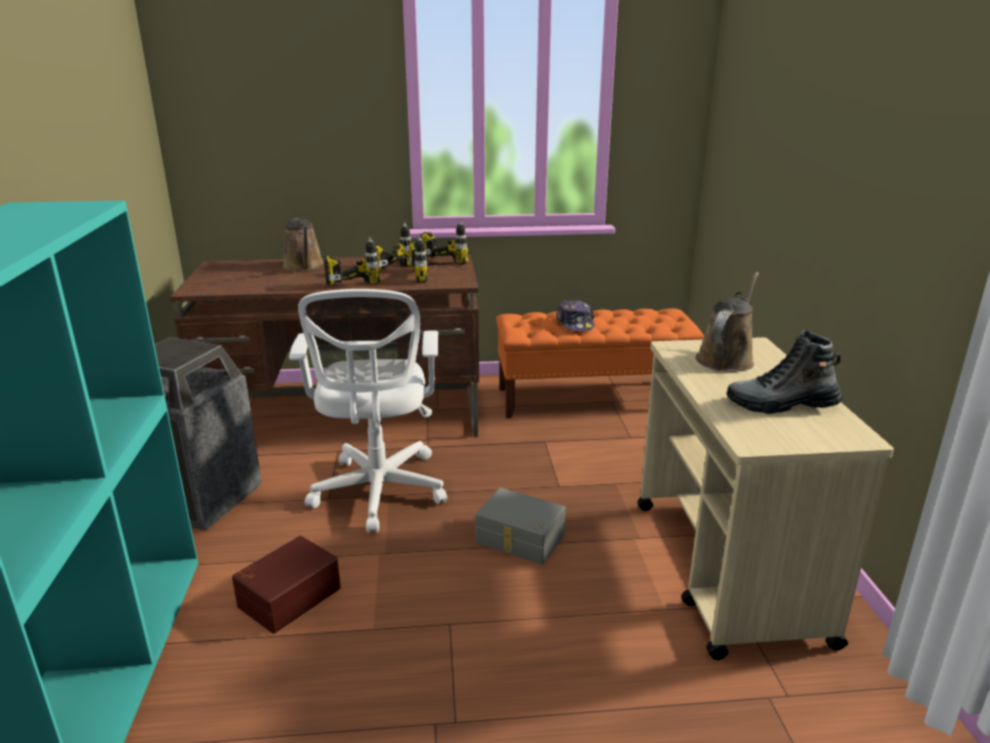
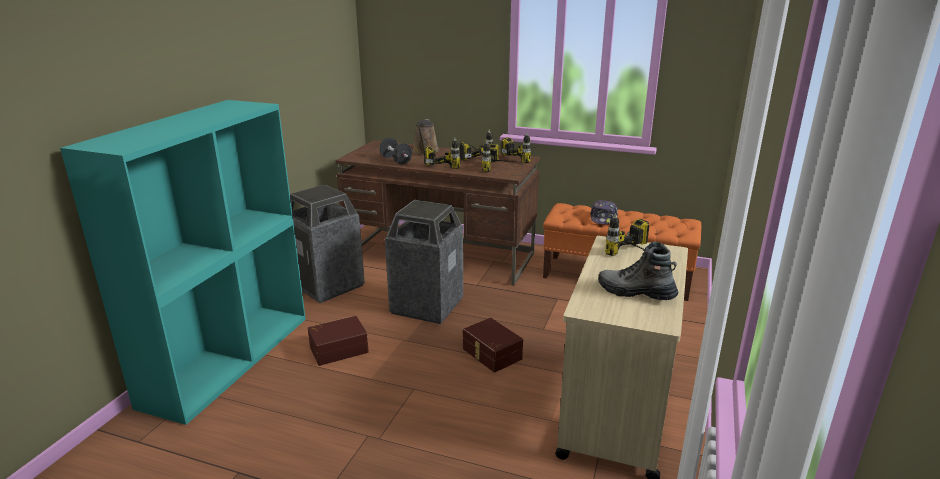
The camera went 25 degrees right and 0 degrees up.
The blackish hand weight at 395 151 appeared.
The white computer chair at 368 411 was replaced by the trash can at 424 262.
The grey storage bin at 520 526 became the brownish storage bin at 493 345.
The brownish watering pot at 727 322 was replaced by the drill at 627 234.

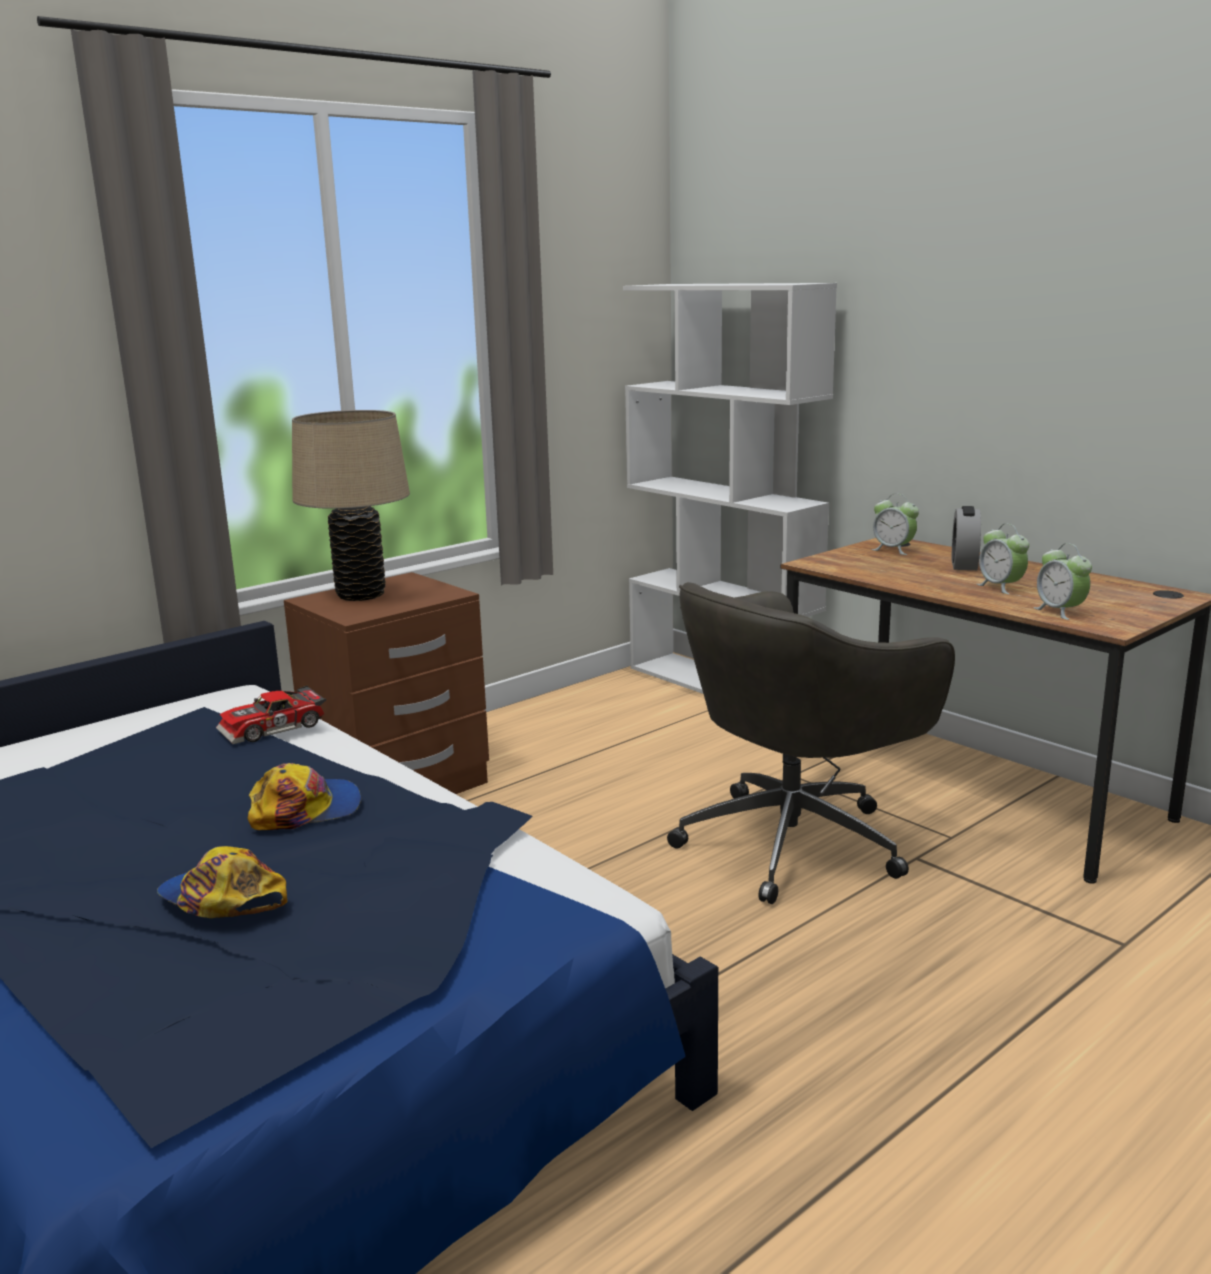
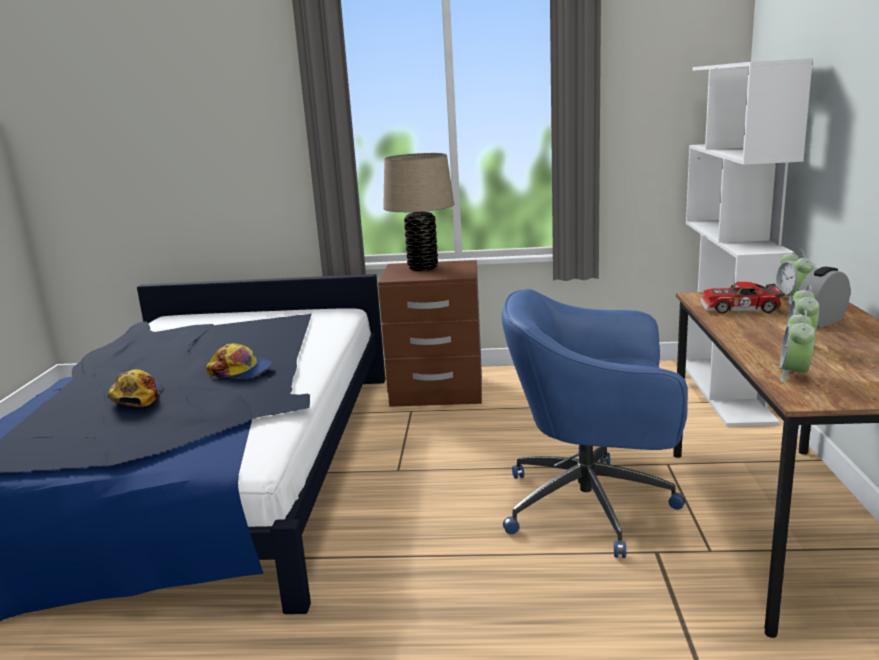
The camera went 45 degrees right and 0 degrees up.
The grey computer chair at 811 743 became the blue-coloured computer chair at 595 423.
The toy car moved from 271 714 to 742 298.

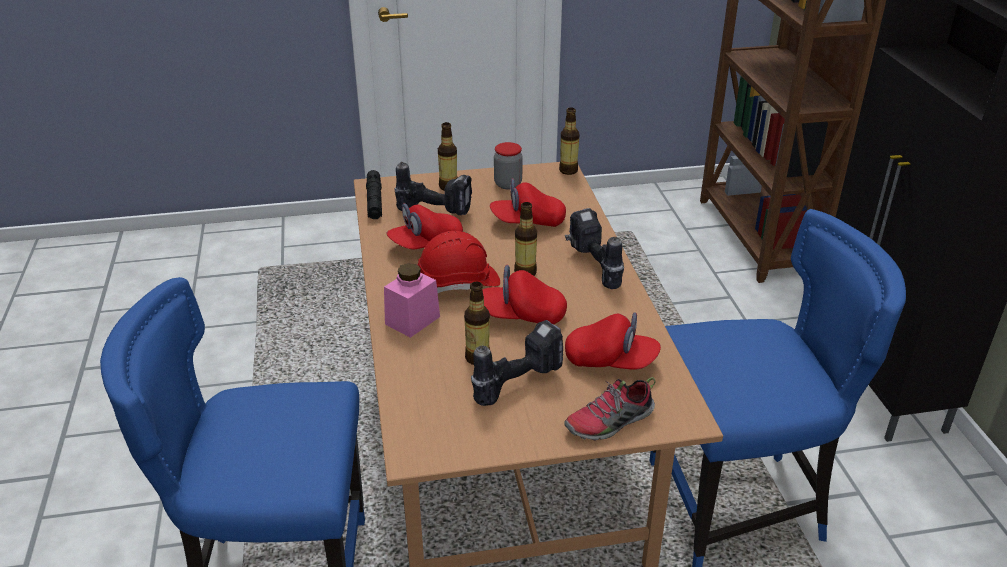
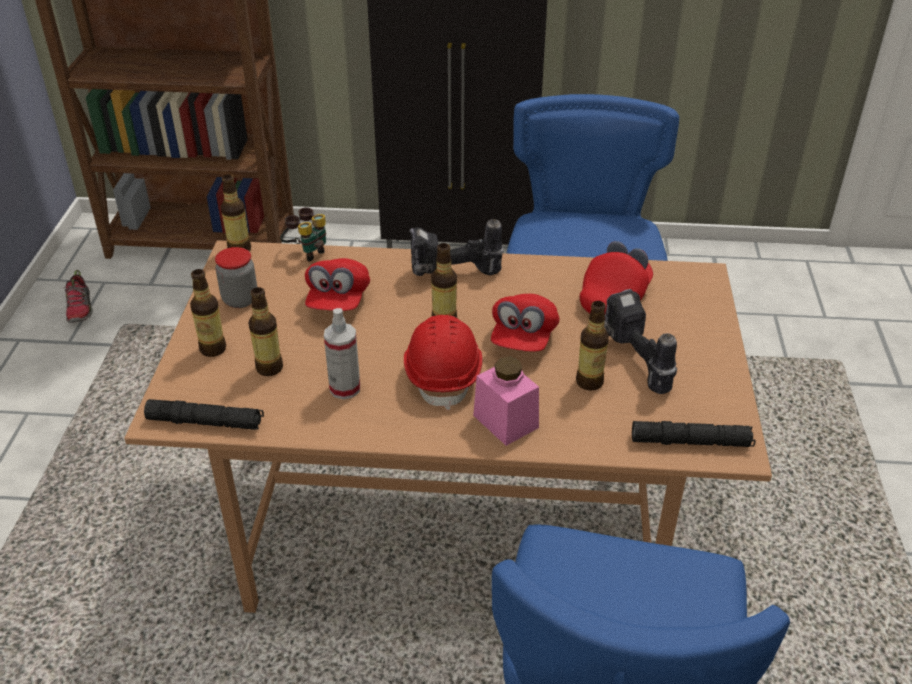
The camera went 75 degrees left and 5 degrees up.
The low shoe moved from 610 409 to 78 296.
The drill at 433 188 was replaced by the beverage bottle at 265 331.
The binoculars at 303 234 appeared.
The red baseball cap at 424 226 was replaced by the sprayer at 342 353.
The blackish torch at 694 434 appeared.

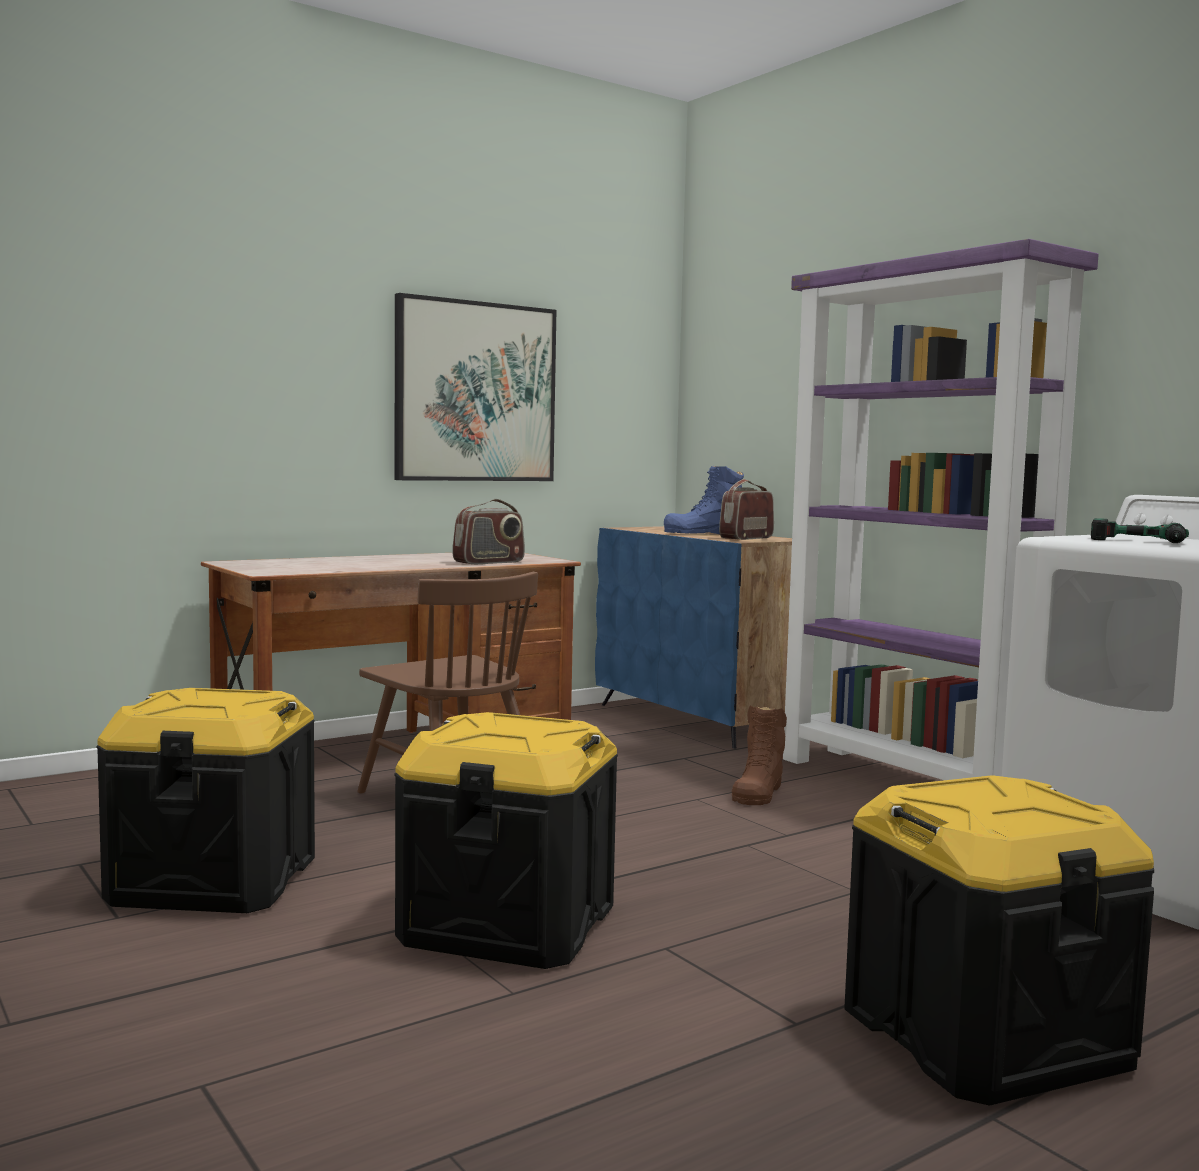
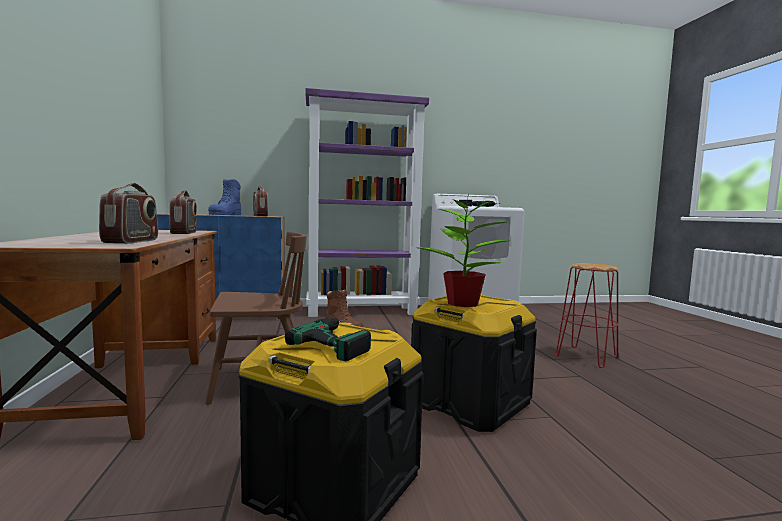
The camera went 65 degrees left and 0 degrees up.
The radio receiver at 128 213 appeared.
The drill at 328 339 appeared.
The plant in a pot at 462 252 appeared.
The blackish storage bin at 999 940 was replaced by the red sitting stool at 587 315.
The wall art at 475 387 disappeared.

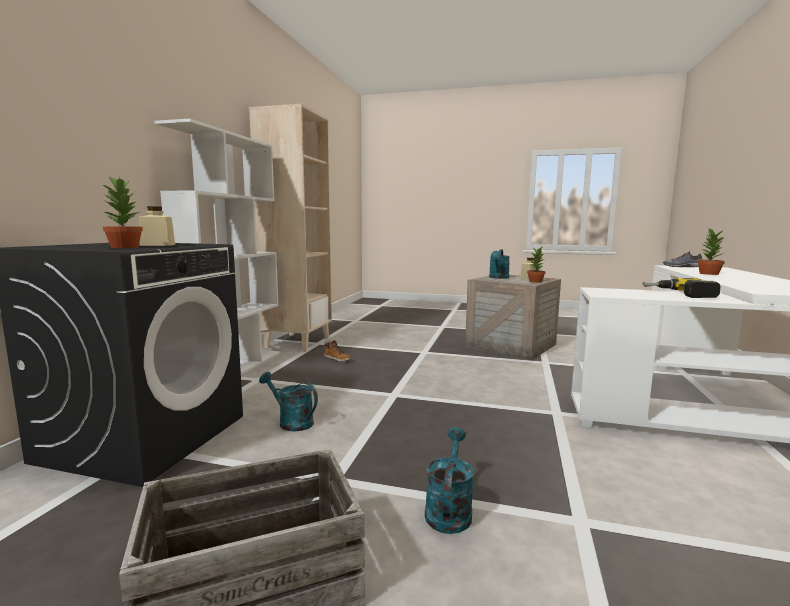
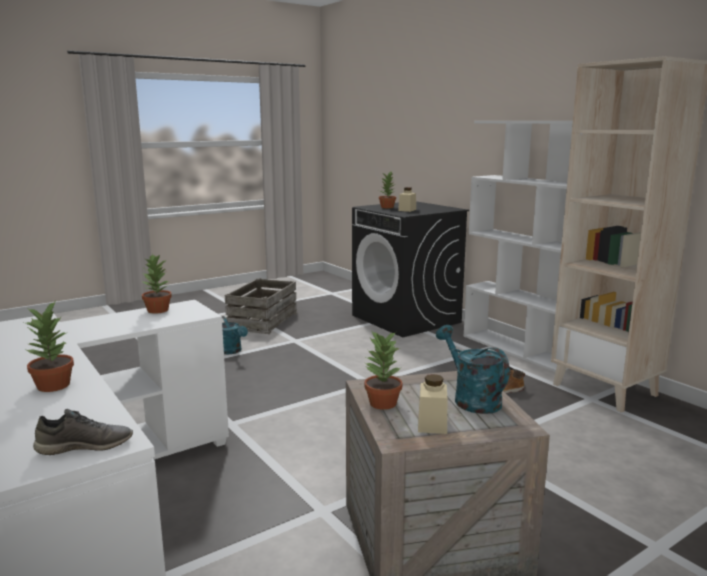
The camera went 130 degrees right and 5 degrees up.
The plant in a pot at 157 284 appeared.
The blue-green watering pot at 288 402 disappeared.
The drill at 682 288 disappeared.

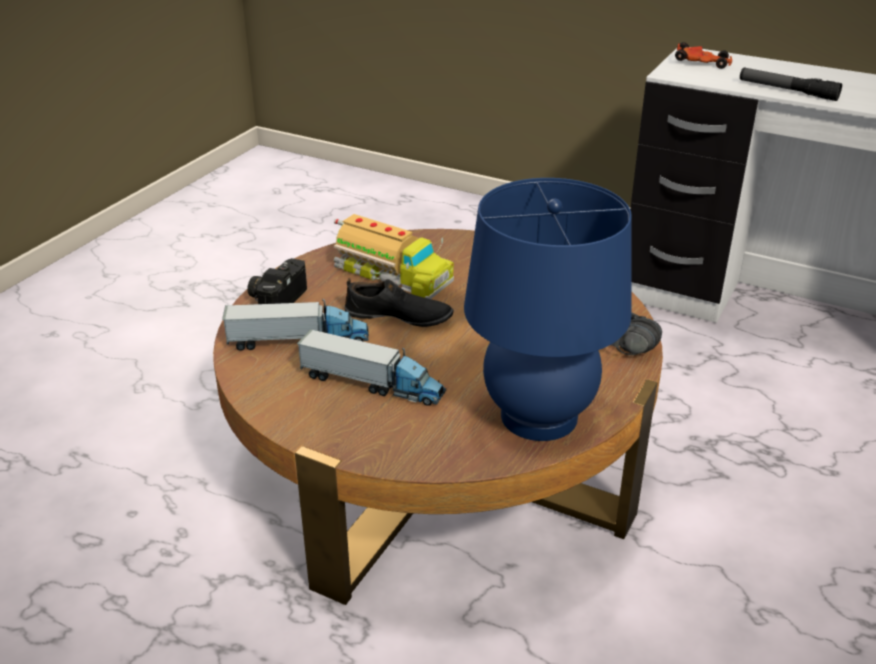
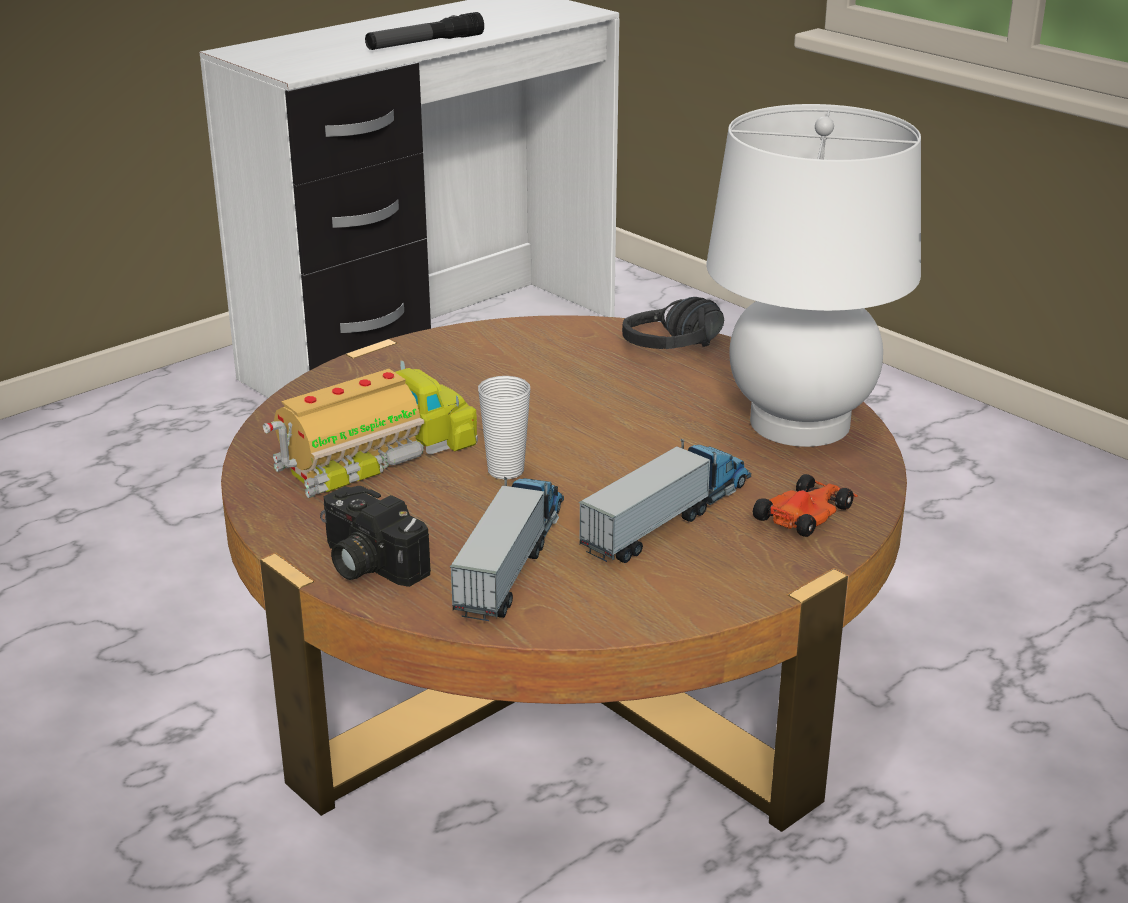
The camera went 70 degrees left and 5 degrees down.
The blackish low shoe at 398 302 was replaced by the cup at 504 427.
The blue-coloured lamp for a table at 548 309 became the white lamp for a table at 813 275.
The toy car moved from 703 55 to 805 505.

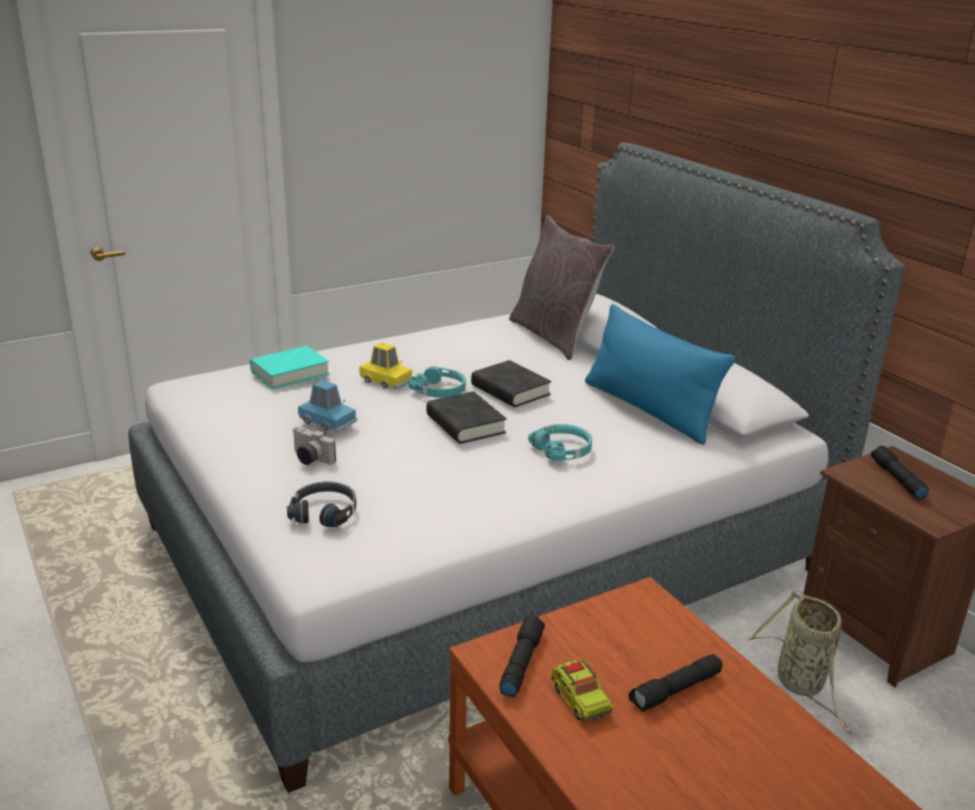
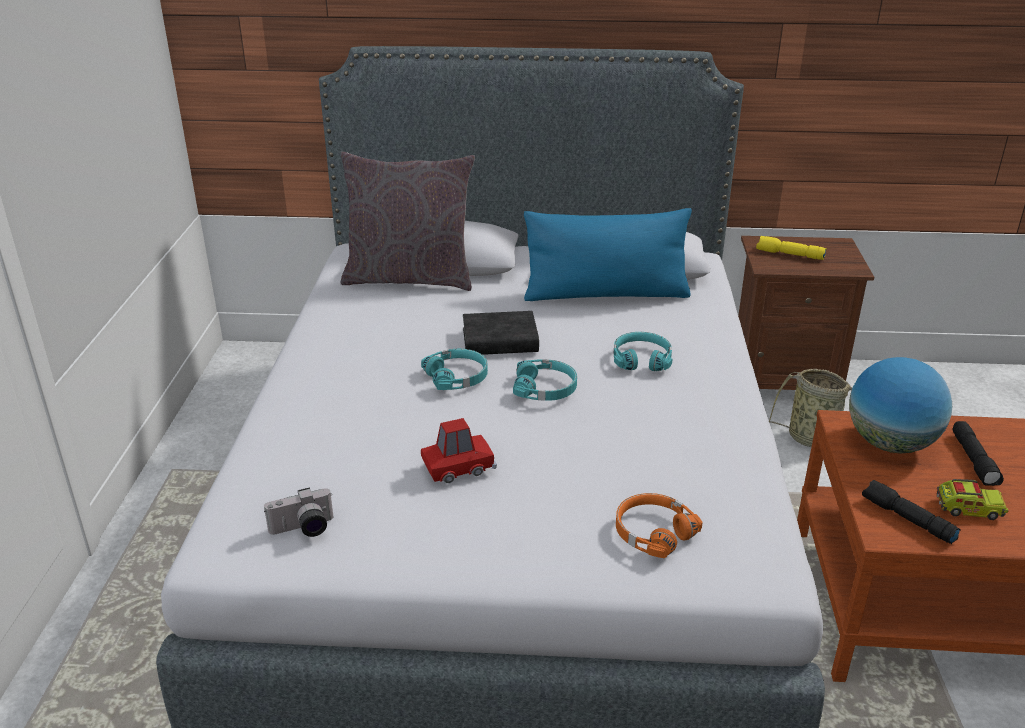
The camera went 55 degrees left and 5 degrees up.
The photo camera moved from 314 445 to 298 512.
The blue-coloured toy car at 327 406 became the red toy car at 459 450.
The blackish volume at 466 417 was replaced by the blue-green pair of headphones at 545 380.
The blackish pair of headphones at 321 504 became the orange-coloured pair of headphones at 659 525.
The blackish torch at 900 472 became the yellowish torch at 791 248.
The desk globe at 900 405 appeared.
The blue-green volume at 290 367 disappeared.
The yellowish toy car at 386 366 disappeared.

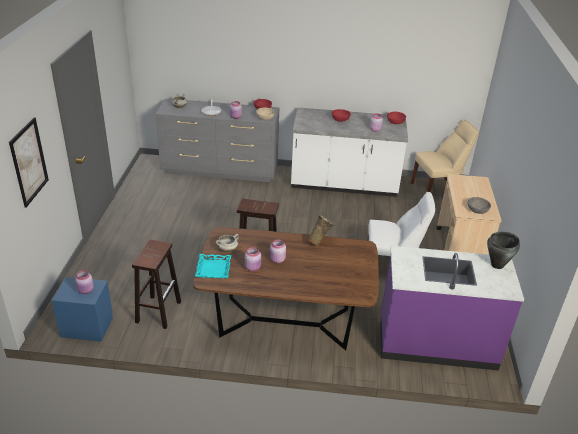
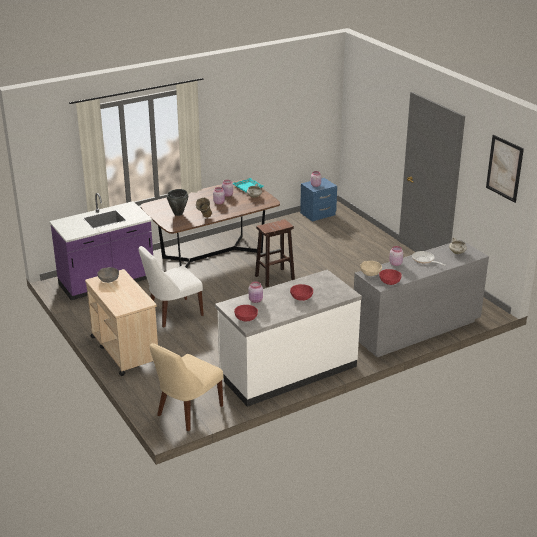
The camera went 145 degrees right and 5 degrees down.
The blackish stockpot moved from 503 250 to 177 202.
The wall art moved from 29 162 to 505 169.
The brownish sitting stool at 156 284 disappeared.

